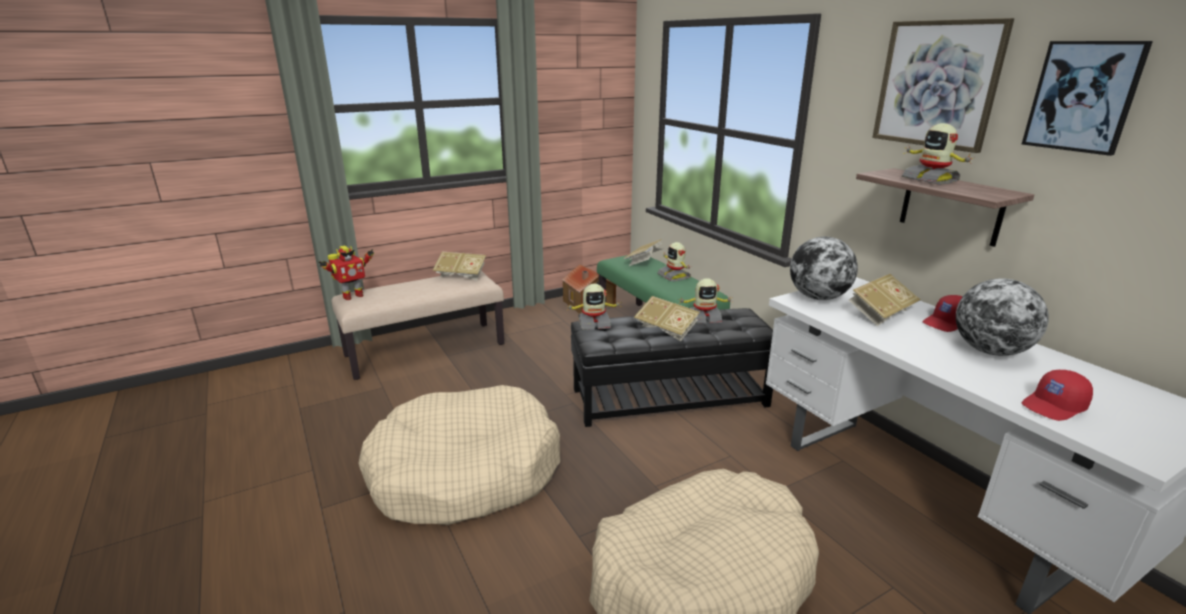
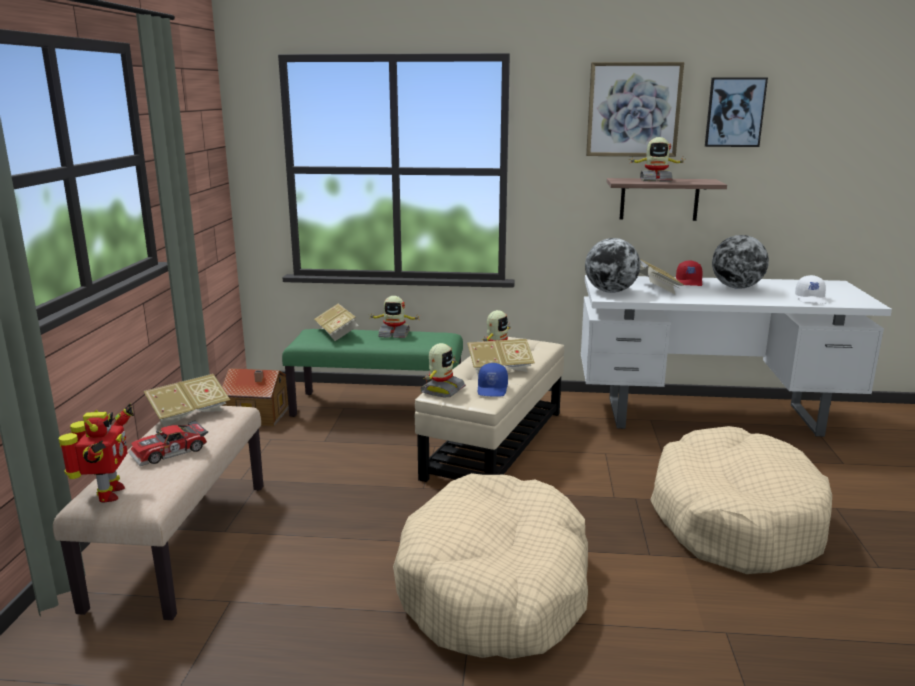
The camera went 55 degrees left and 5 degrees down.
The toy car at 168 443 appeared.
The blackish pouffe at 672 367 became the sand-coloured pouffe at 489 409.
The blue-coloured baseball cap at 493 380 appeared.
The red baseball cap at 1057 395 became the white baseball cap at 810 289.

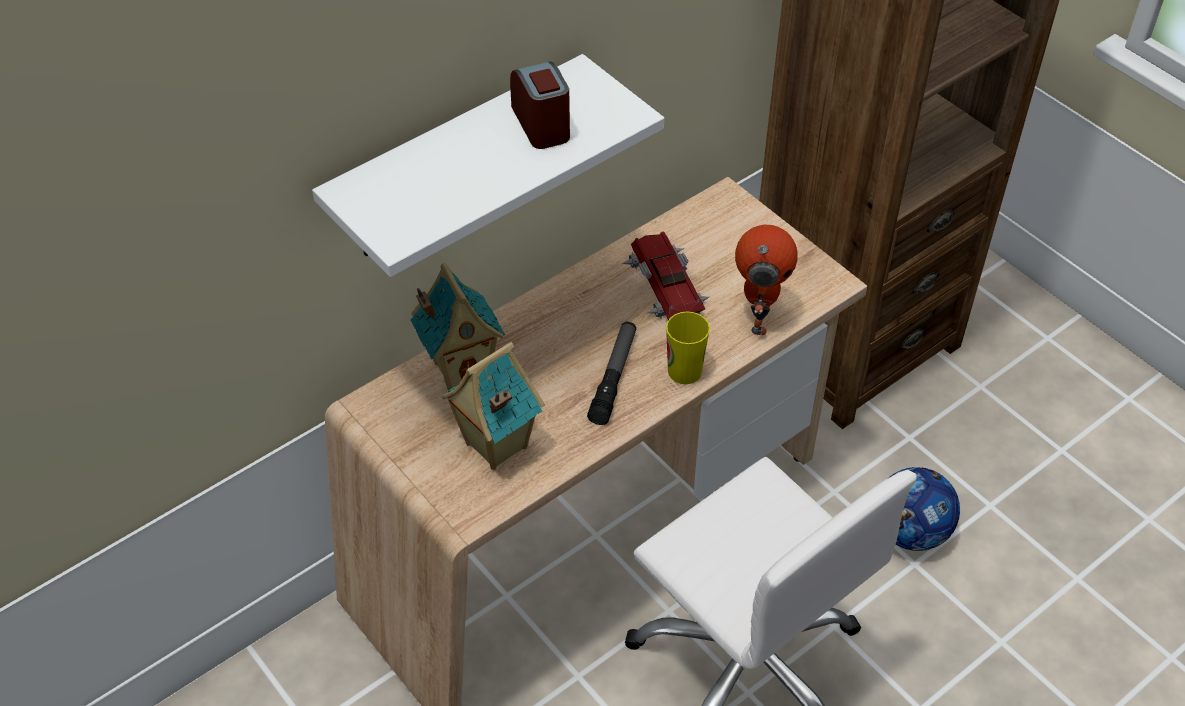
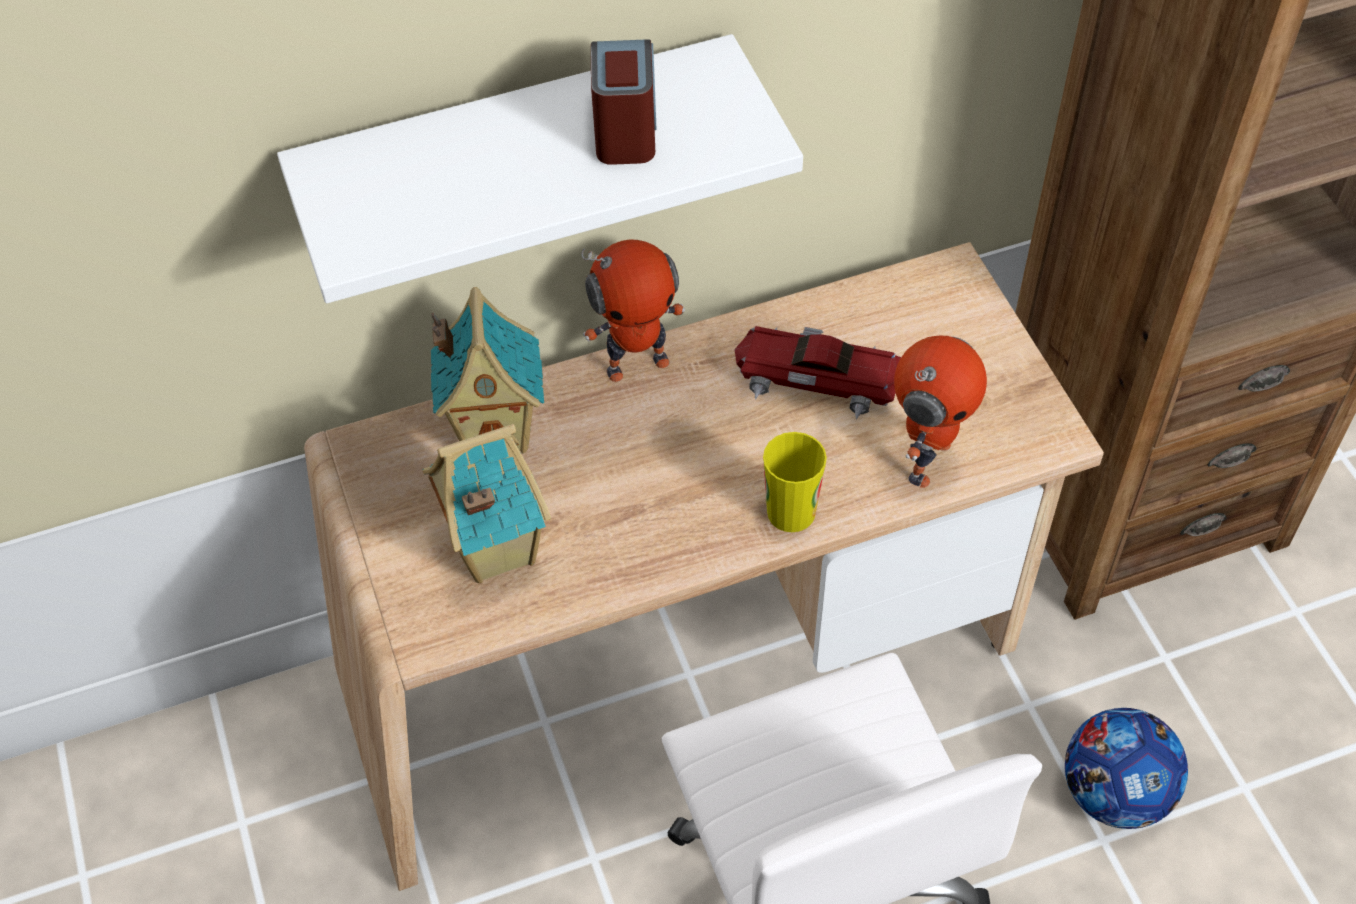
The camera went 20 degrees right and 5 degrees up.
The toy robot at 633 311 appeared.
The toy car at 665 275 turned 75 degrees counterclockwise.
The torch at 611 373 disappeared.

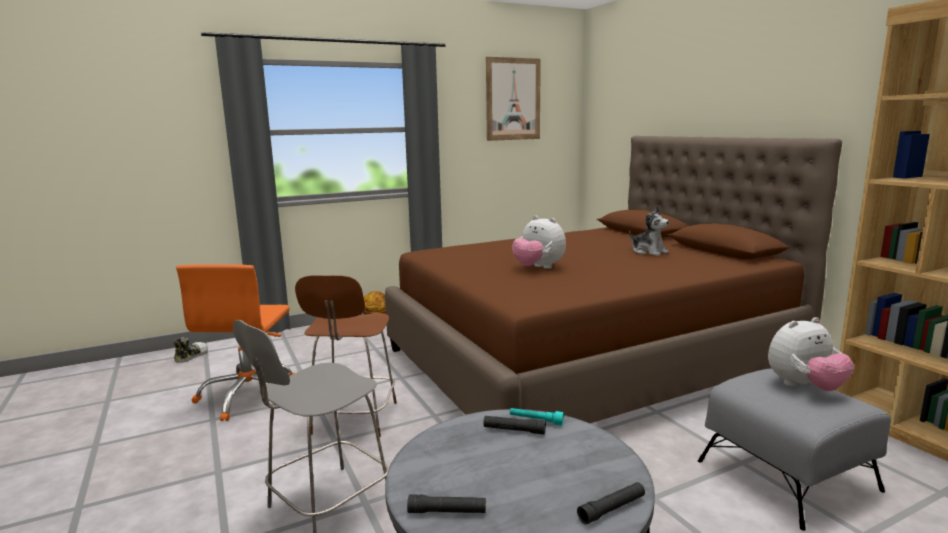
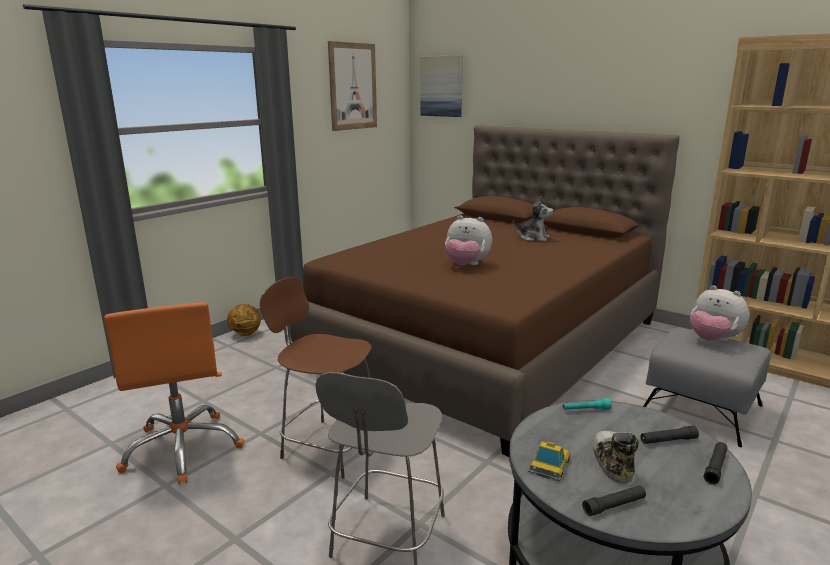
The camera went 25 degrees left and 5 degrees up.
The brownish chair at 346 356 turned 135 degrees clockwise.
The wall art at 441 86 appeared.
The toy car at 549 461 appeared.
The low shoe moved from 191 350 to 616 457.
The blackish torch moved from 515 425 to 669 434.
The cuddly toy at 811 354 turned 90 degrees clockwise.

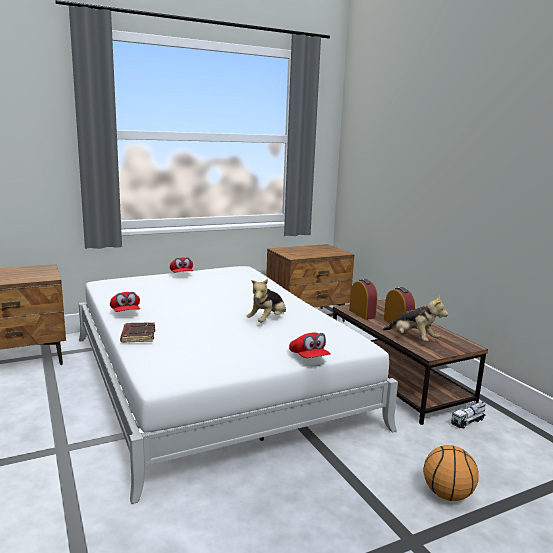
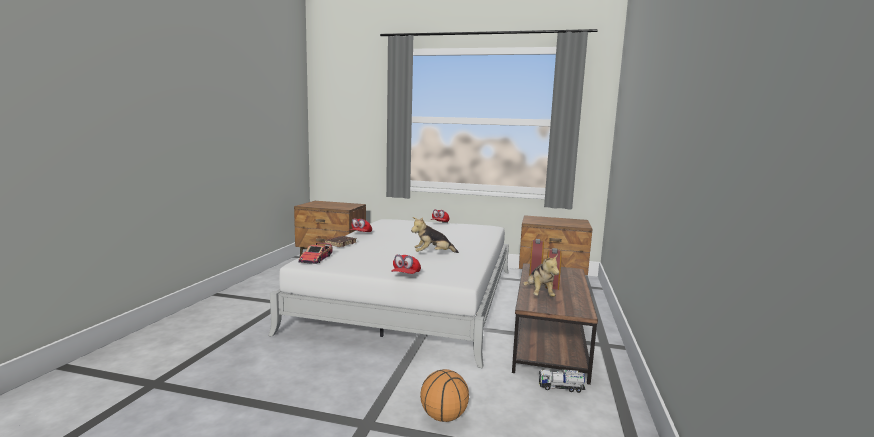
The camera went 40 degrees right and 5 degrees down.
The toy car at 316 253 appeared.

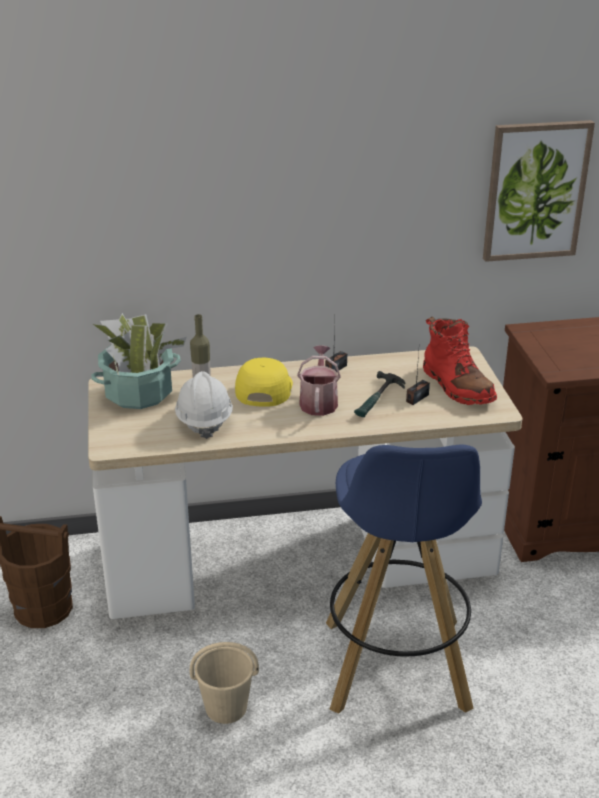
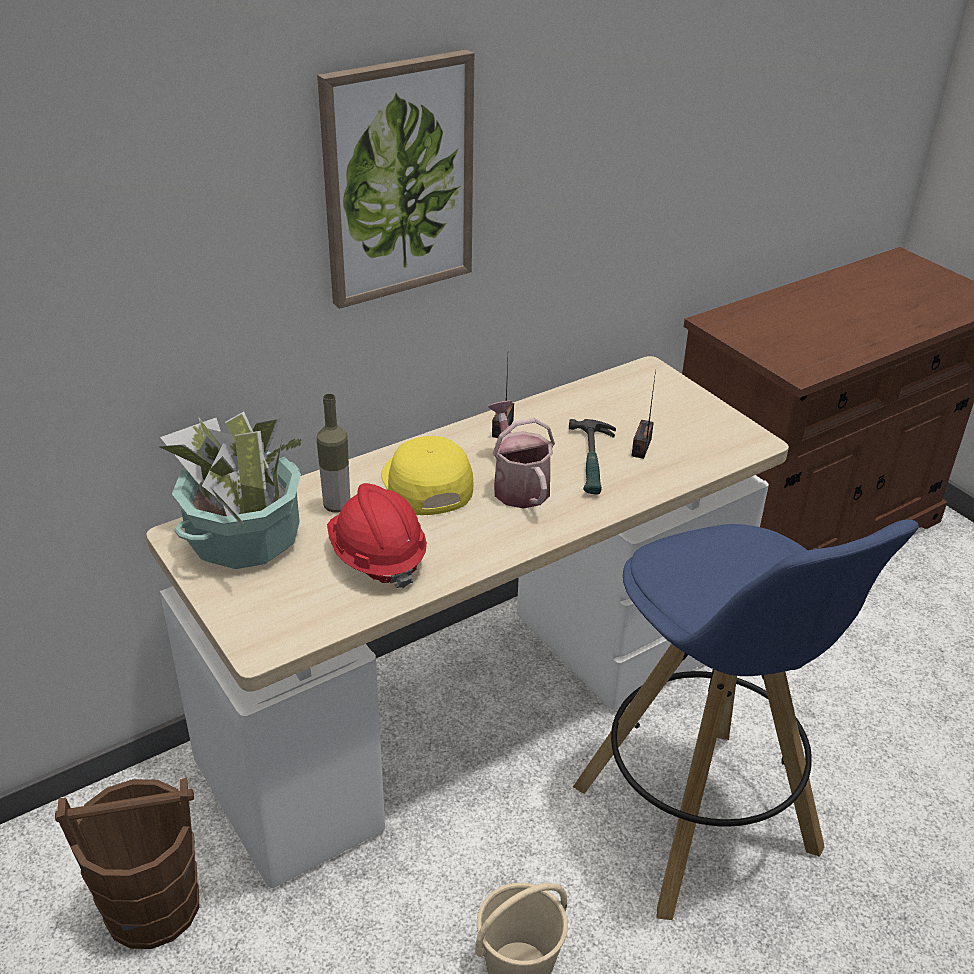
The camera went 25 degrees left and 5 degrees up.
The wall art moved from 539 191 to 395 179.
The white work helmet at 204 405 became the red work helmet at 377 535.
The red boot at 460 360 disappeared.

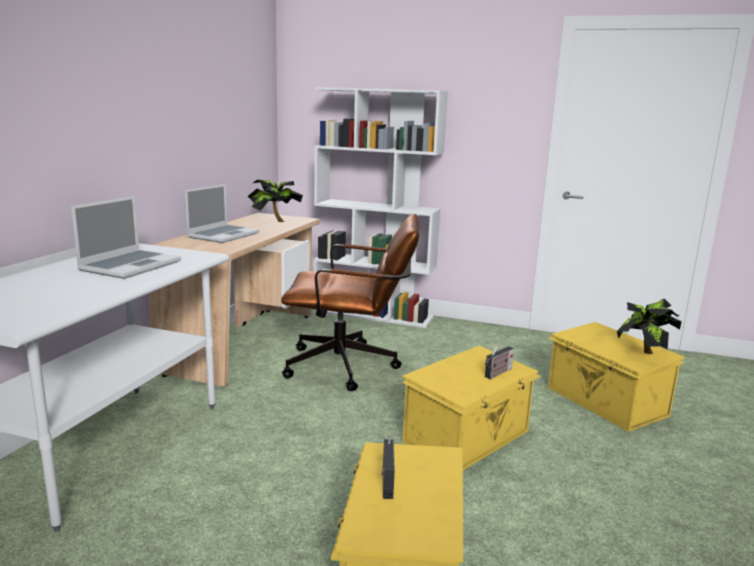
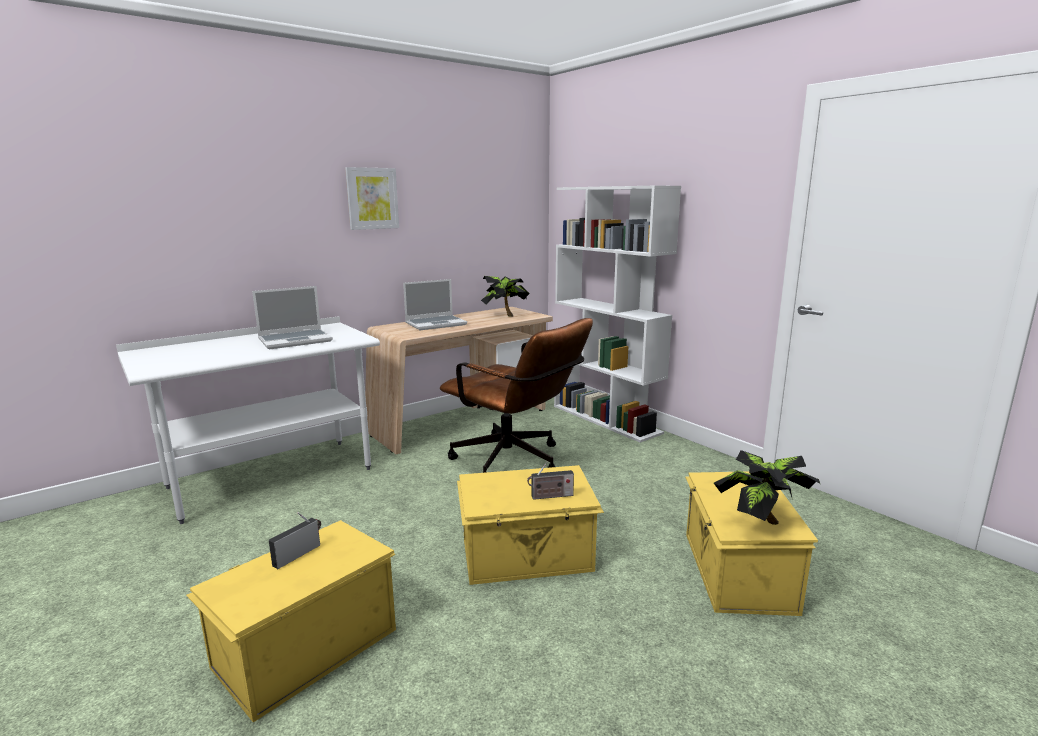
The camera went 35 degrees right and 0 degrees up.
The wall art at 372 198 appeared.

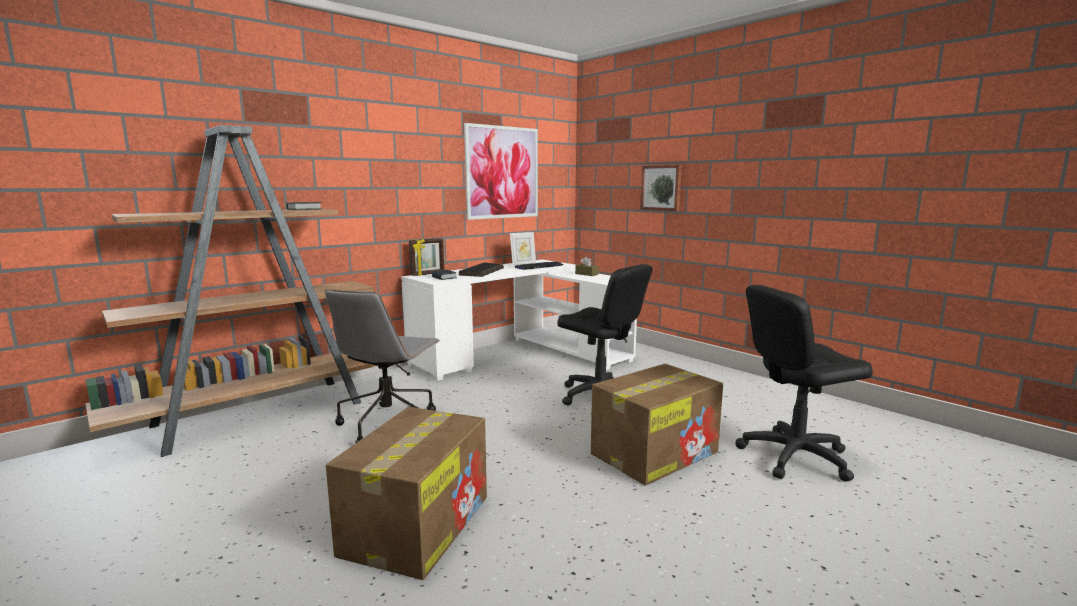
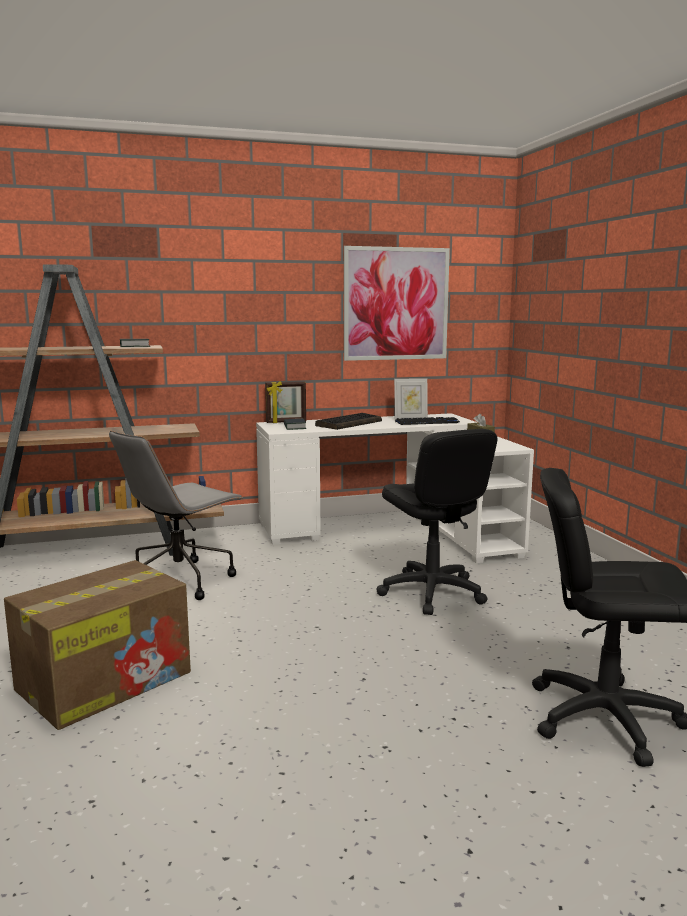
The camera went 25 degrees right and 0 degrees up.
The cardboard box at 657 425 disappeared.
The wall art at 661 188 disappeared.

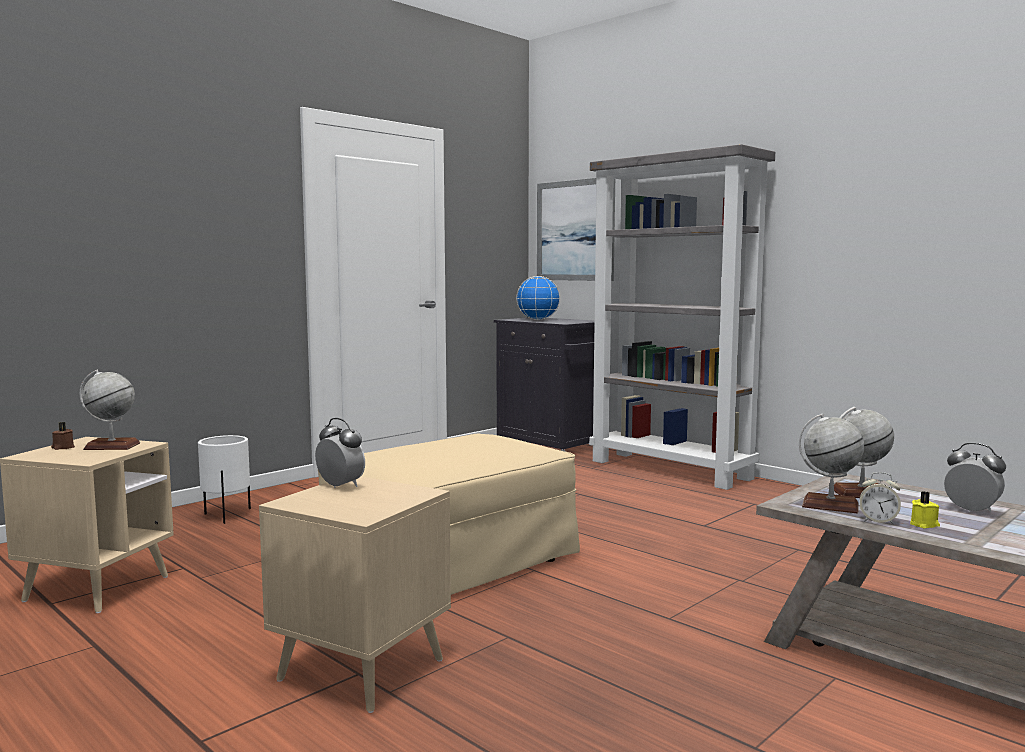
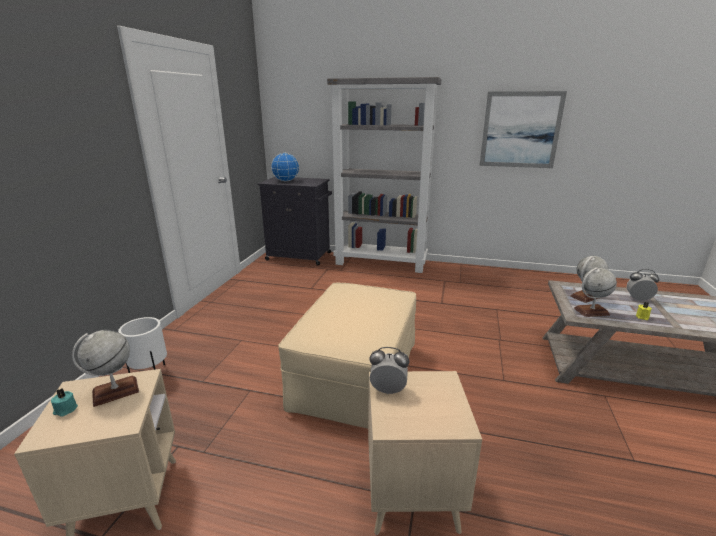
The camera went 30 degrees left and 15 degrees up.
The brownish wax candle at 63 436 became the blue-green wax candle at 64 402.
The wall art moved from 576 229 to 523 129.
The alarm clock at 880 498 disappeared.

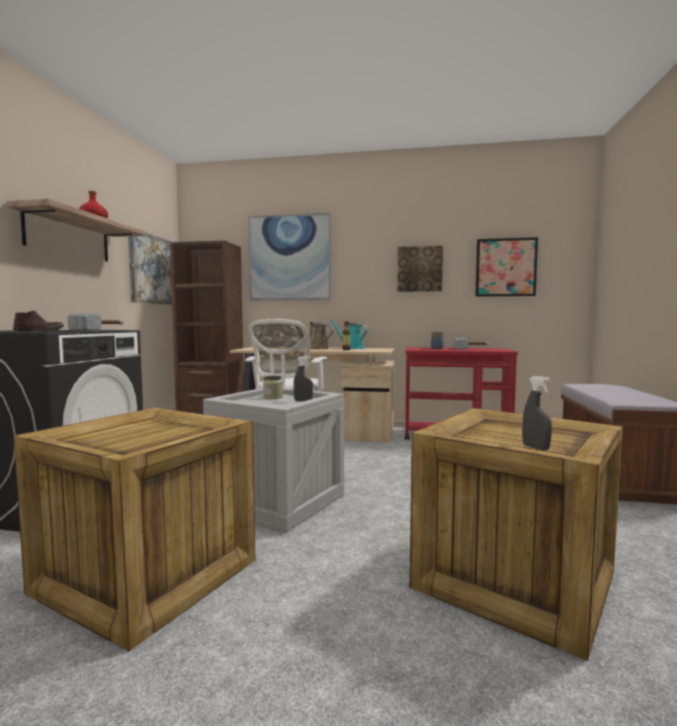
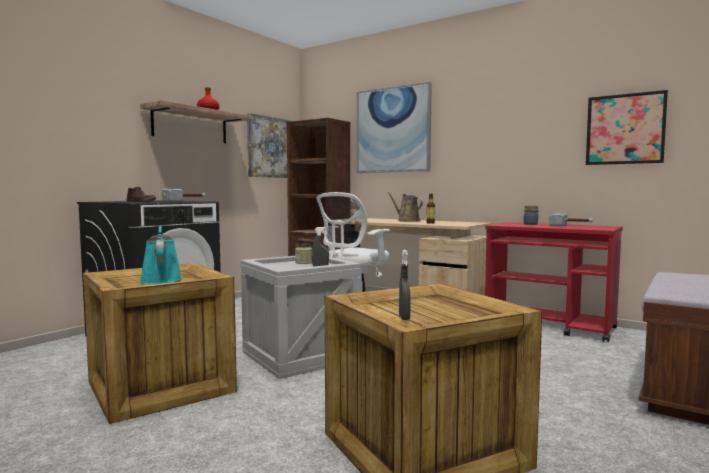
The camera went 25 degrees right and 0 degrees up.
The blue-green watering pot moved from 349 334 to 160 255.
The wall art at 420 269 disappeared.

